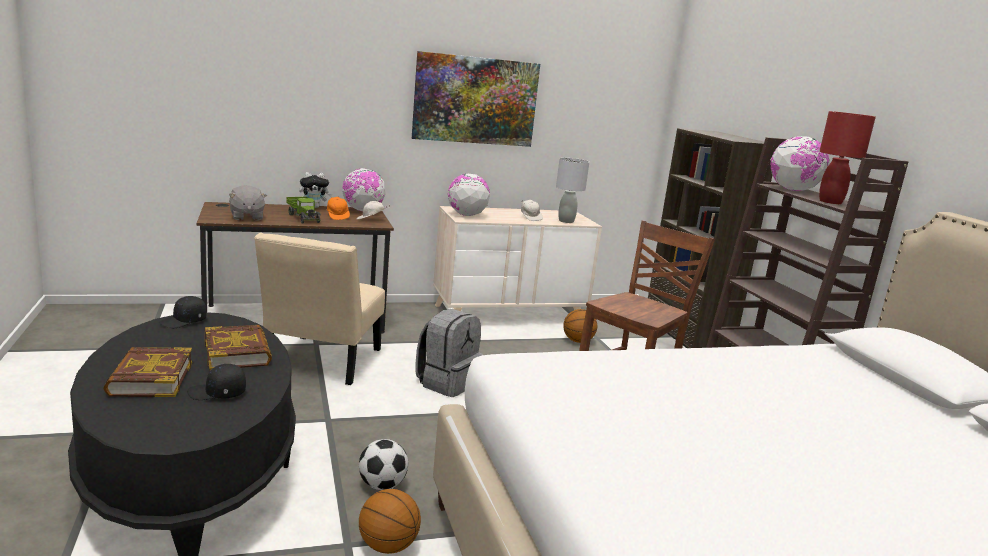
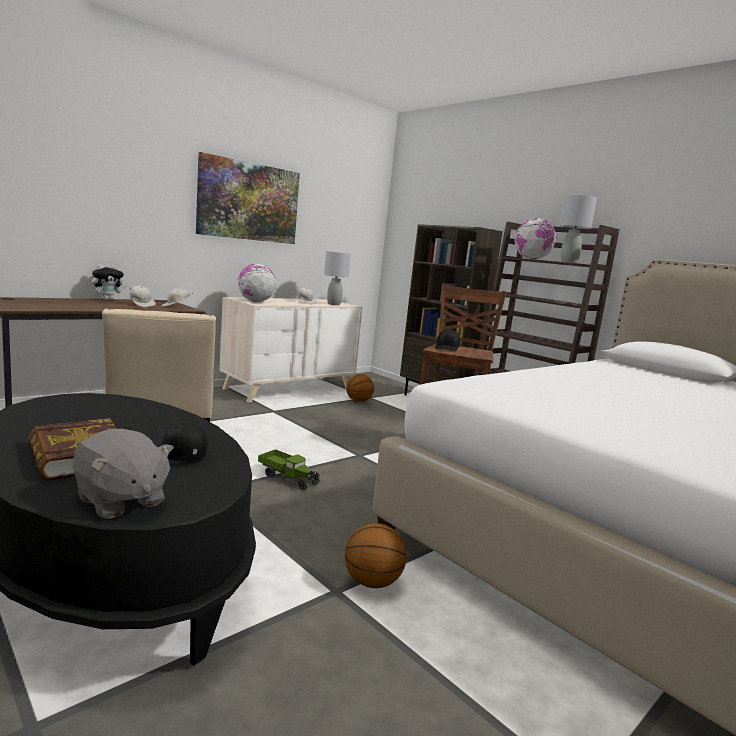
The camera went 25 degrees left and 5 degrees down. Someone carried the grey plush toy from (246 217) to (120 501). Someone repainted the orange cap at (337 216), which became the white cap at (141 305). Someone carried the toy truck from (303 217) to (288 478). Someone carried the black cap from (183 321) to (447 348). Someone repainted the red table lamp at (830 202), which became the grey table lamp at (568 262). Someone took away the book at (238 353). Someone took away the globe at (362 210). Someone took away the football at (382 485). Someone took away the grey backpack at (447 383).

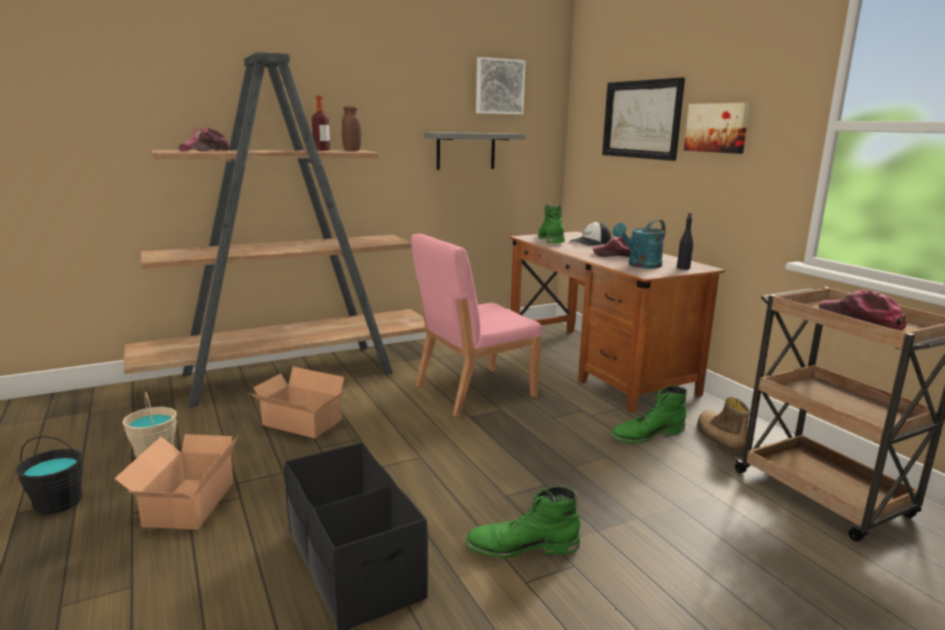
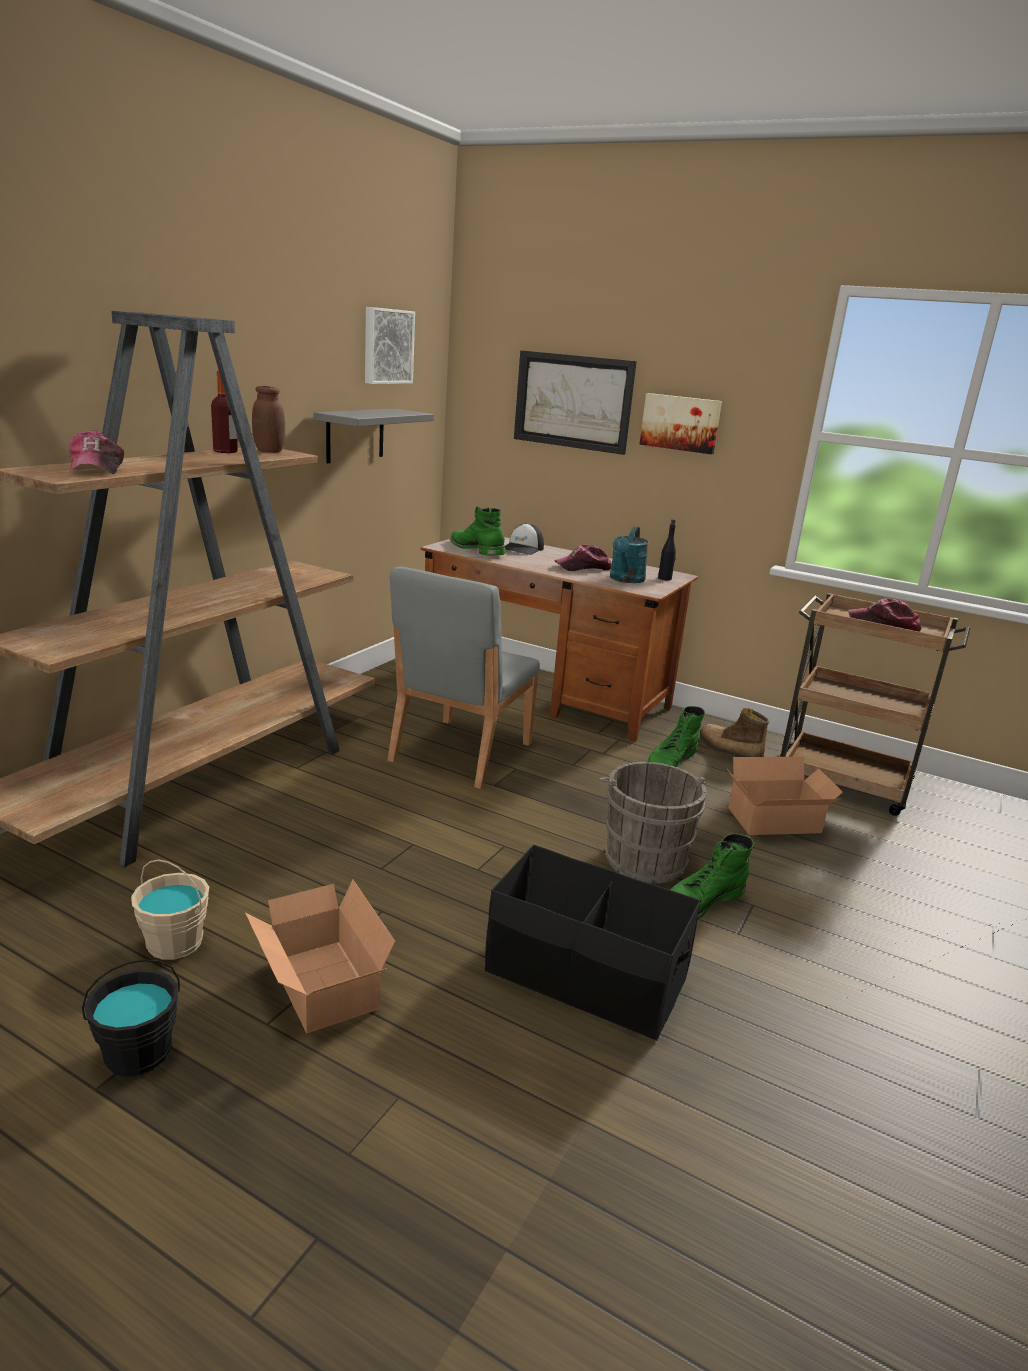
The camera went 35 degrees left and 5 degrees up. Someone repainted the pink chair at (473 391), which became the grey chair at (459 752). Someone put down the grey bucket at (643 857). Someone carried the cardboard box from (301 424) to (777 822).

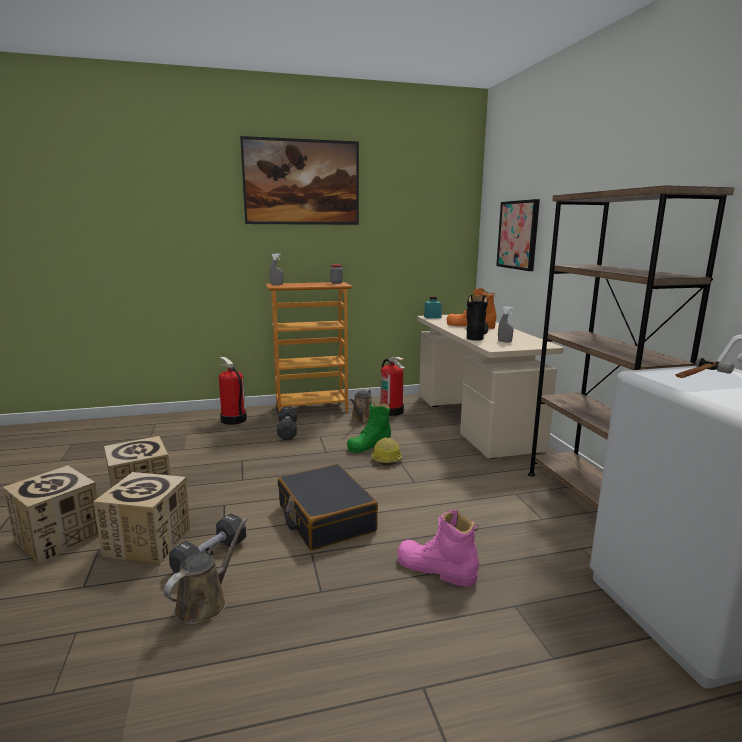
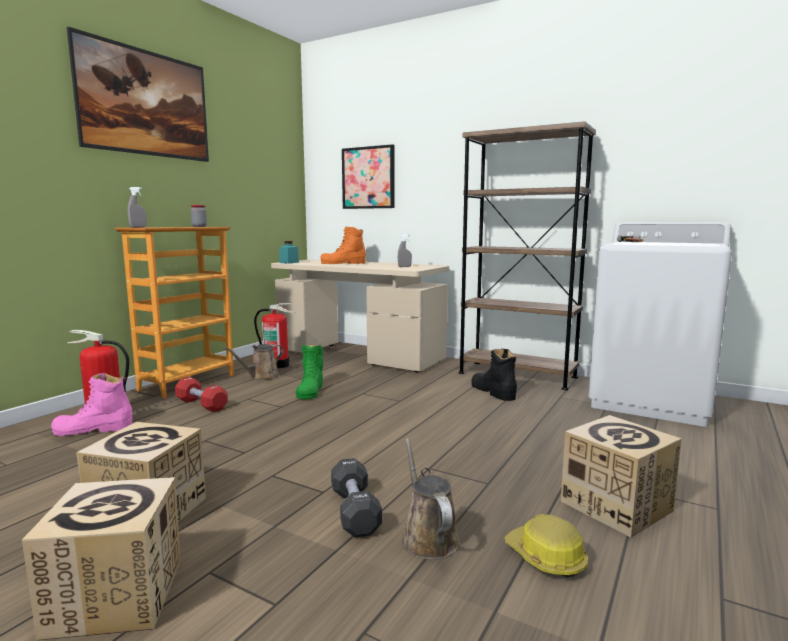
The camera went 45 degrees left and 5 degrees down. Someone carried the pink boot from (436 569) to (93 429). Someone repainted the black dumbbell at (287 431), which became the red dumbbell at (201 404). Someone rotated the brown watering can at (362 419) by 75 degrees clockwise. Someone carried the black boot from (476 335) to (493 392). Someone carried the hard hat from (386 458) to (546 558). Someone carried the cardboard box from (148 542) to (616 506). Someone took away the black suitcase at (325 518).

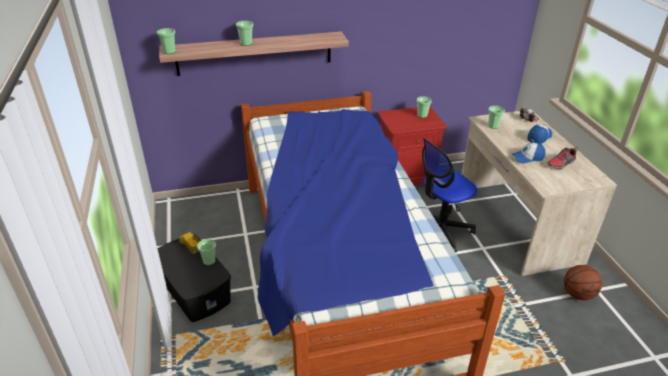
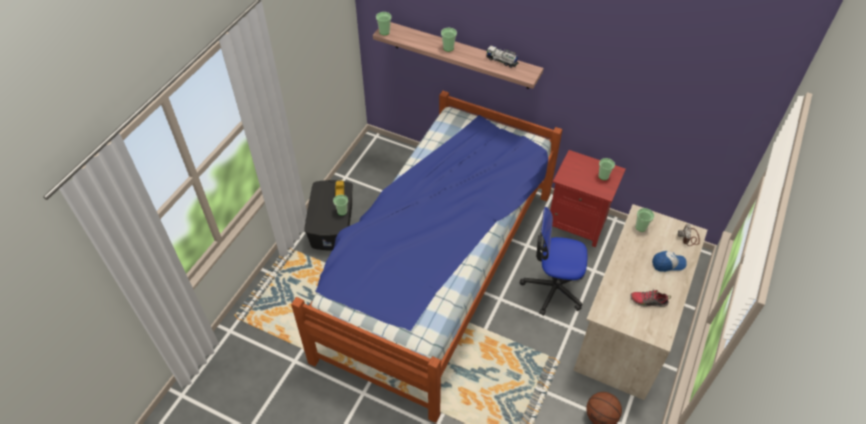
The camera went 40 degrees right and 15 degrees up. Someone put down the toy truck at (502 61). Someone took away the cap at (527 158).

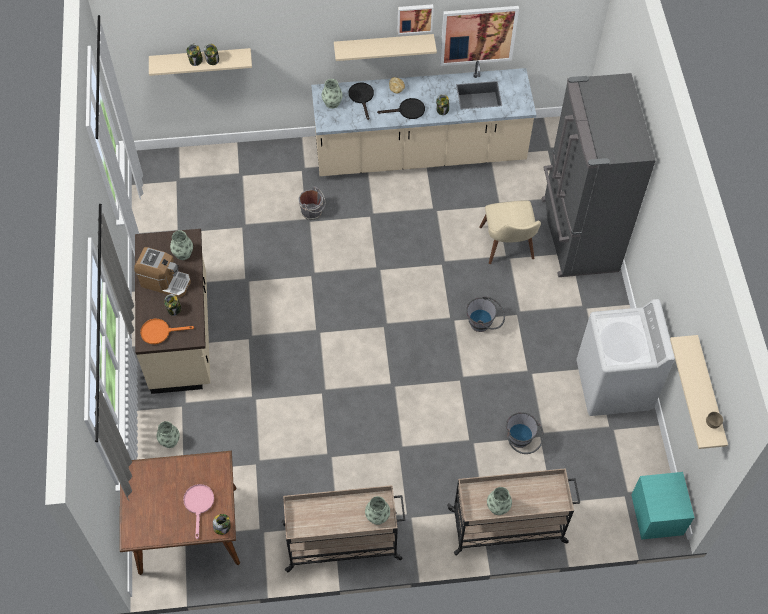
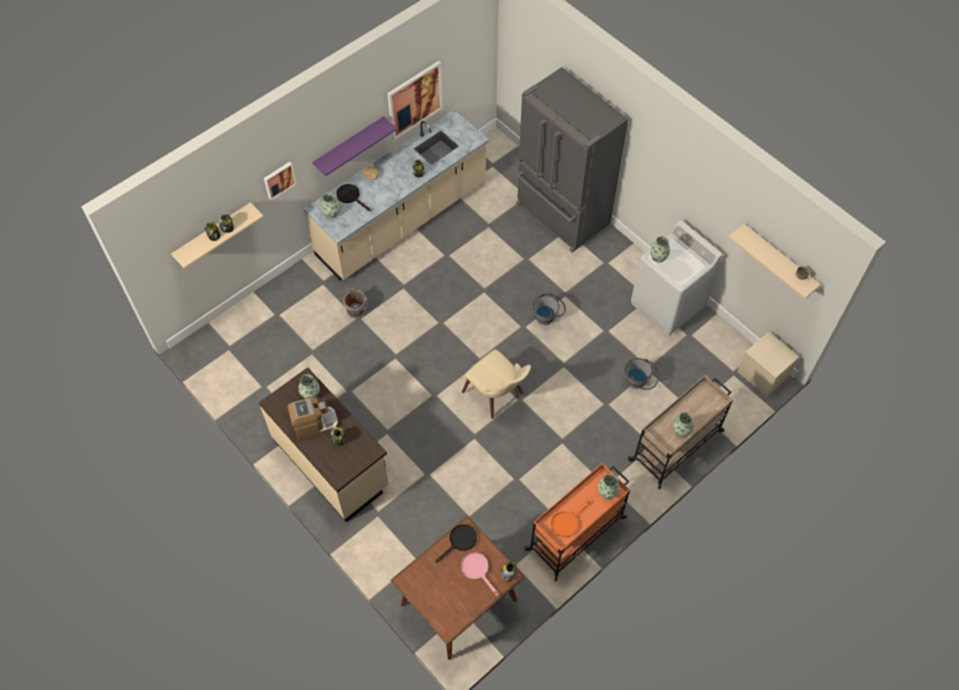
The camera went 35 degrees left and 0 degrees up. Someone carried the picture from (415 18) to (279 179). Someone repainted the beige shelf at (383 45), which became the purple shelf at (349 145). Someone carried the black frying pan from (408 110) to (460 541). Someone carried the beige chair from (509 249) to (498 396). Someone repainted the beige cart at (343 542), which became the orange cart at (577 533). Someone carried the orange frying pan from (160 332) to (567 522). Someone carried the vase from (170 441) to (658 257). Someone repainted the turquoise nightstand at (656 515), which became the beige nightstand at (763 374).

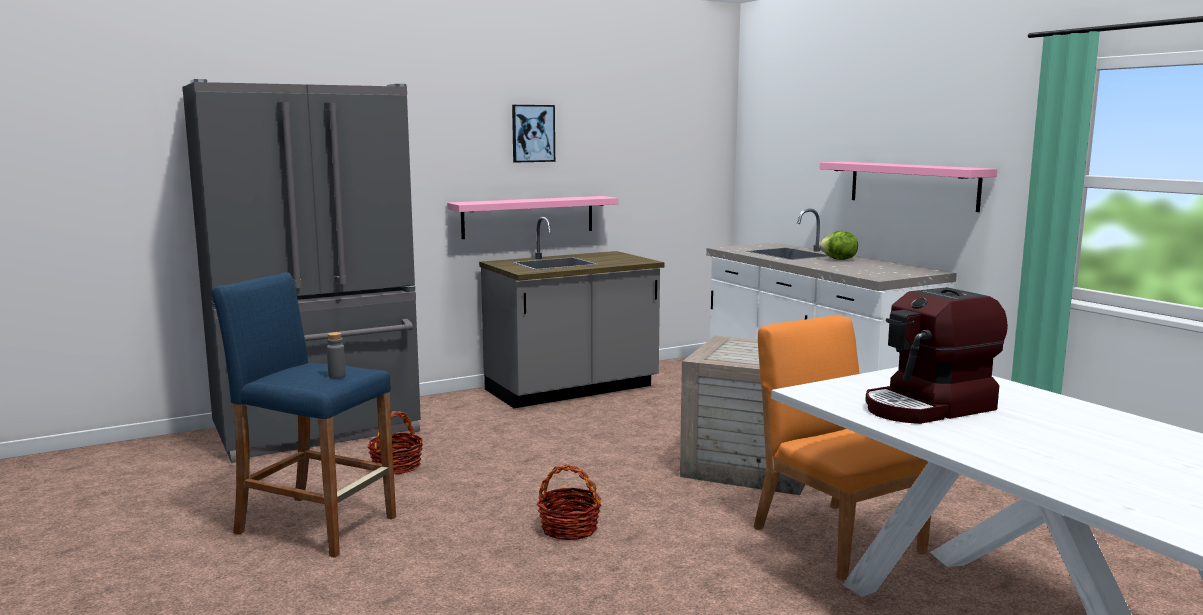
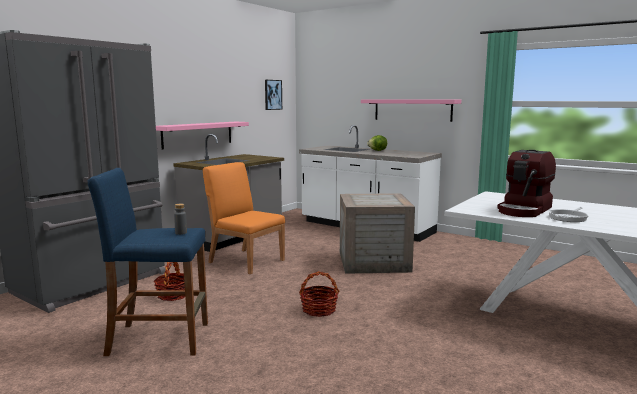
The camera went 25 degrees left and 0 degrees up. Someone carried the orange chair from (836 538) to (246 261). Someone carried the picture from (533 133) to (272 94). Someone put down the frying pan at (568 217).

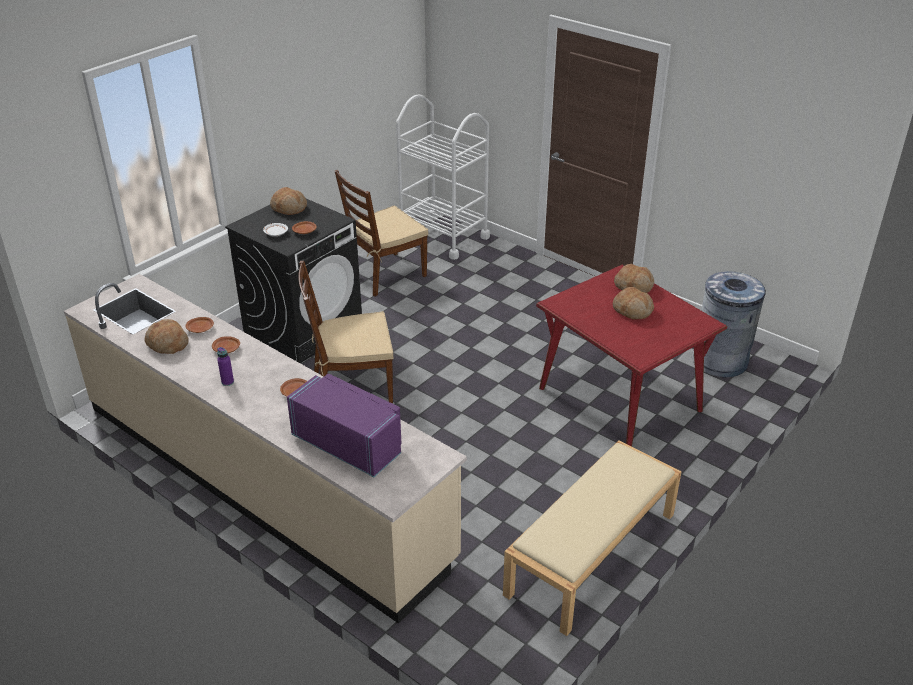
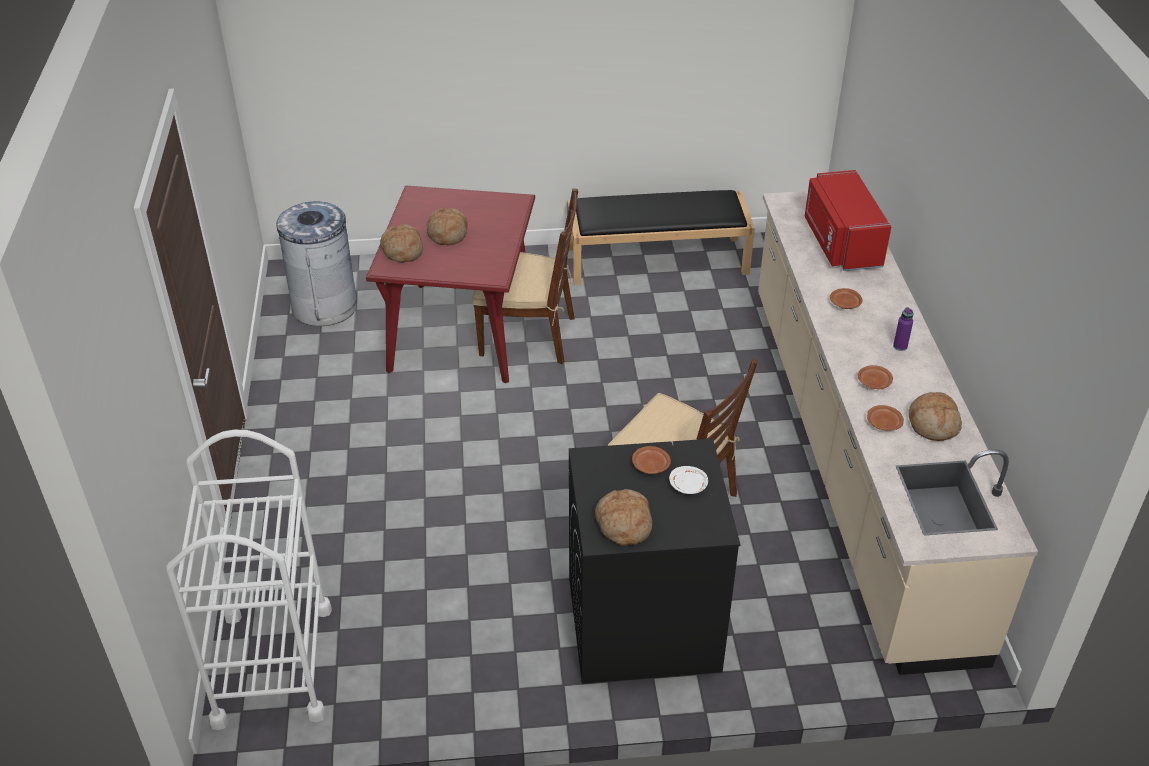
The camera went 135 degrees left and 5 degrees up. Someone carried the brown chair from (384 274) to (528 336). Someone repainted the beige bench at (591 554), which became the black bench at (658 260). Someone repainted the purple microwave at (349 443), which became the red microwave at (840 243).

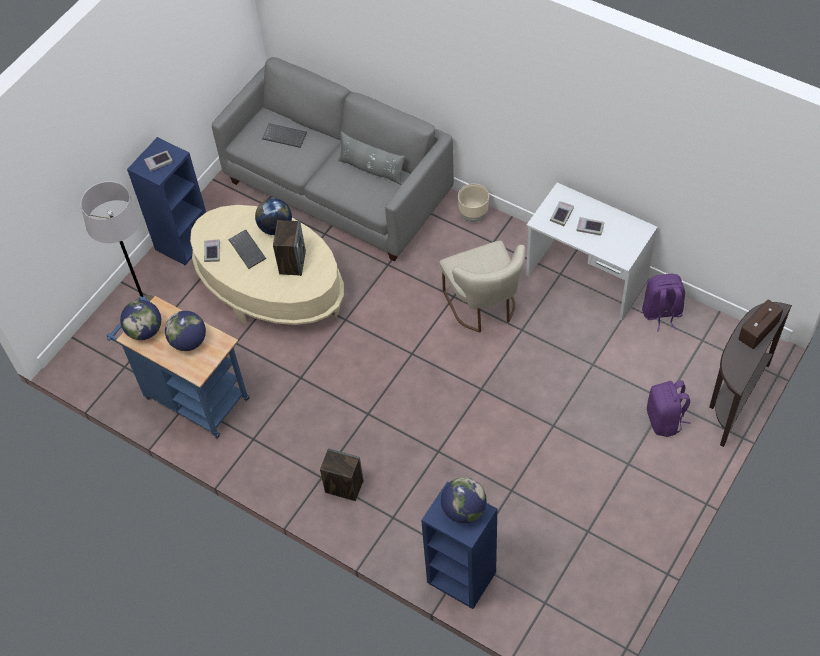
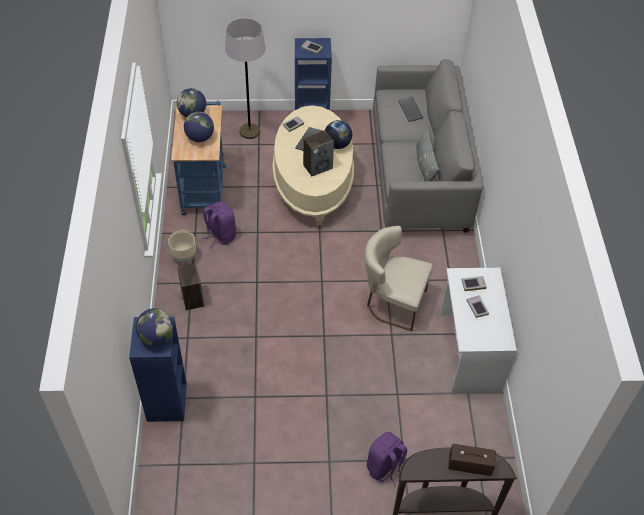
The camera went 50 degrees right and 5 degrees down. Someone carried the beige planter from (474 215) to (184 257). Someone carried the purple backpack from (661 313) to (220 235). Someone rotated the beige chair at (484 307) by 75 degrees clockwise.

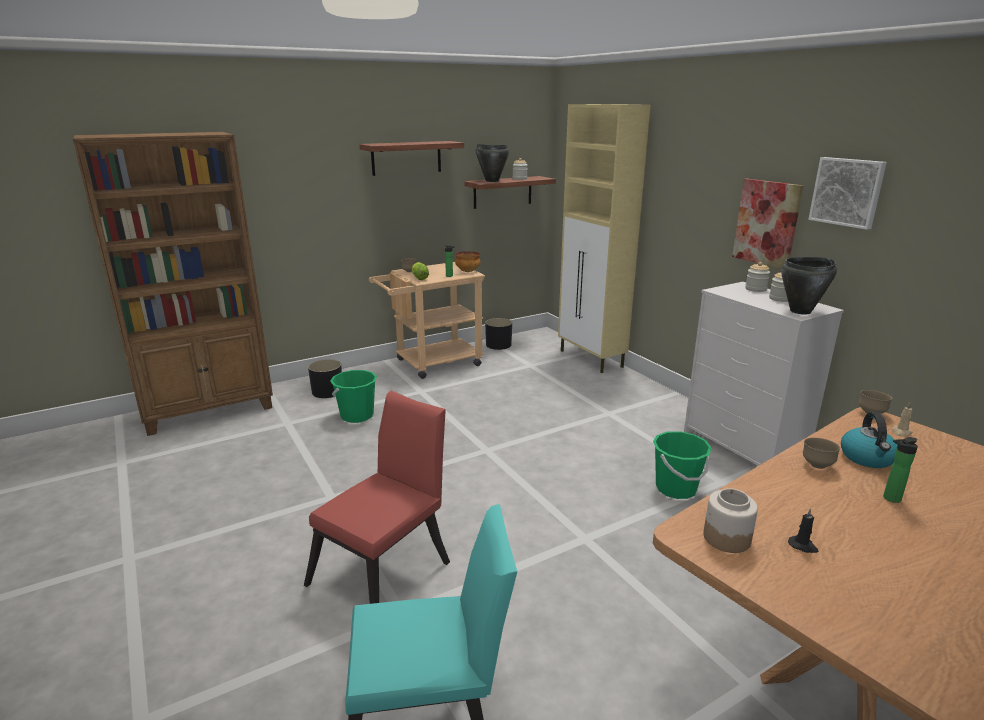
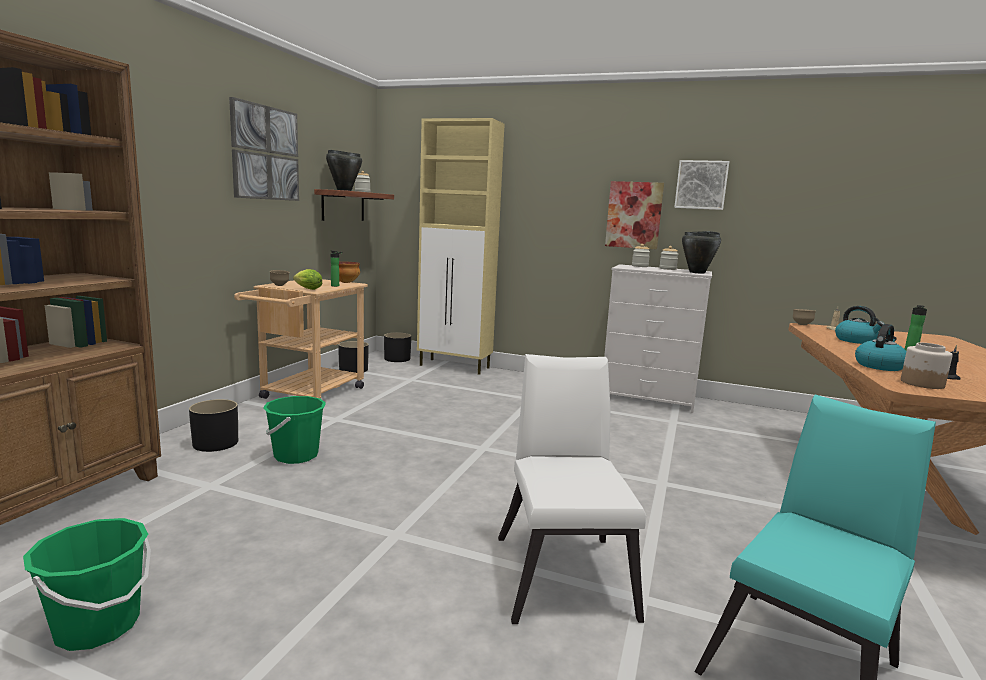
The camera went 40 degrees left and 10 degrees down. Someone carried the green bucket from (676 488) to (97 626). Someone swapped the shelf at (406 158) for the picture at (265 153). Someone put down the black planter at (397 359). Someone repainted the red chair at (387 569), which became the white chair at (564 569). Someone put down the kettle at (879 366). Someone took away the brown bowl at (817 465).

